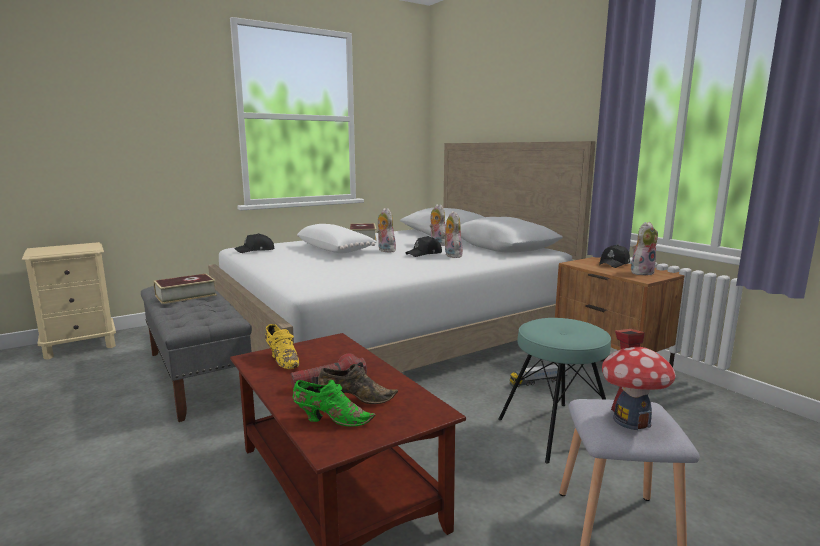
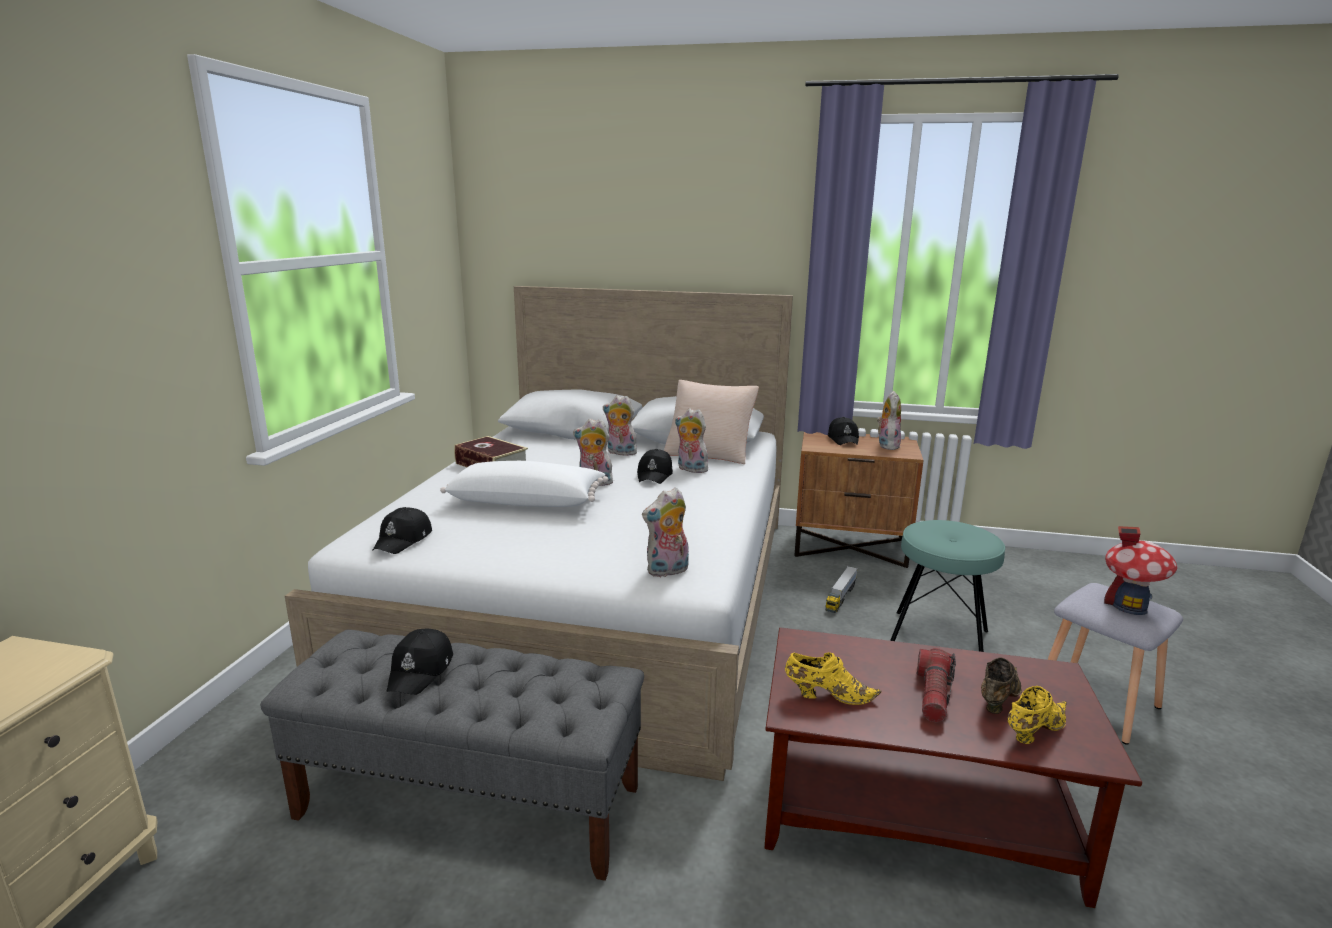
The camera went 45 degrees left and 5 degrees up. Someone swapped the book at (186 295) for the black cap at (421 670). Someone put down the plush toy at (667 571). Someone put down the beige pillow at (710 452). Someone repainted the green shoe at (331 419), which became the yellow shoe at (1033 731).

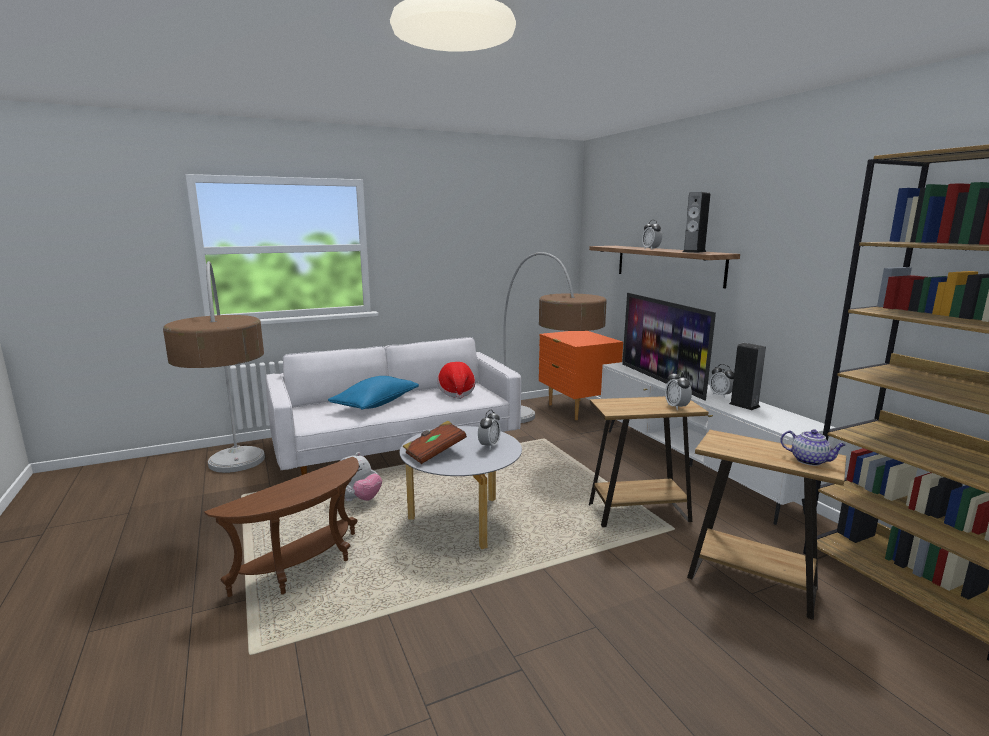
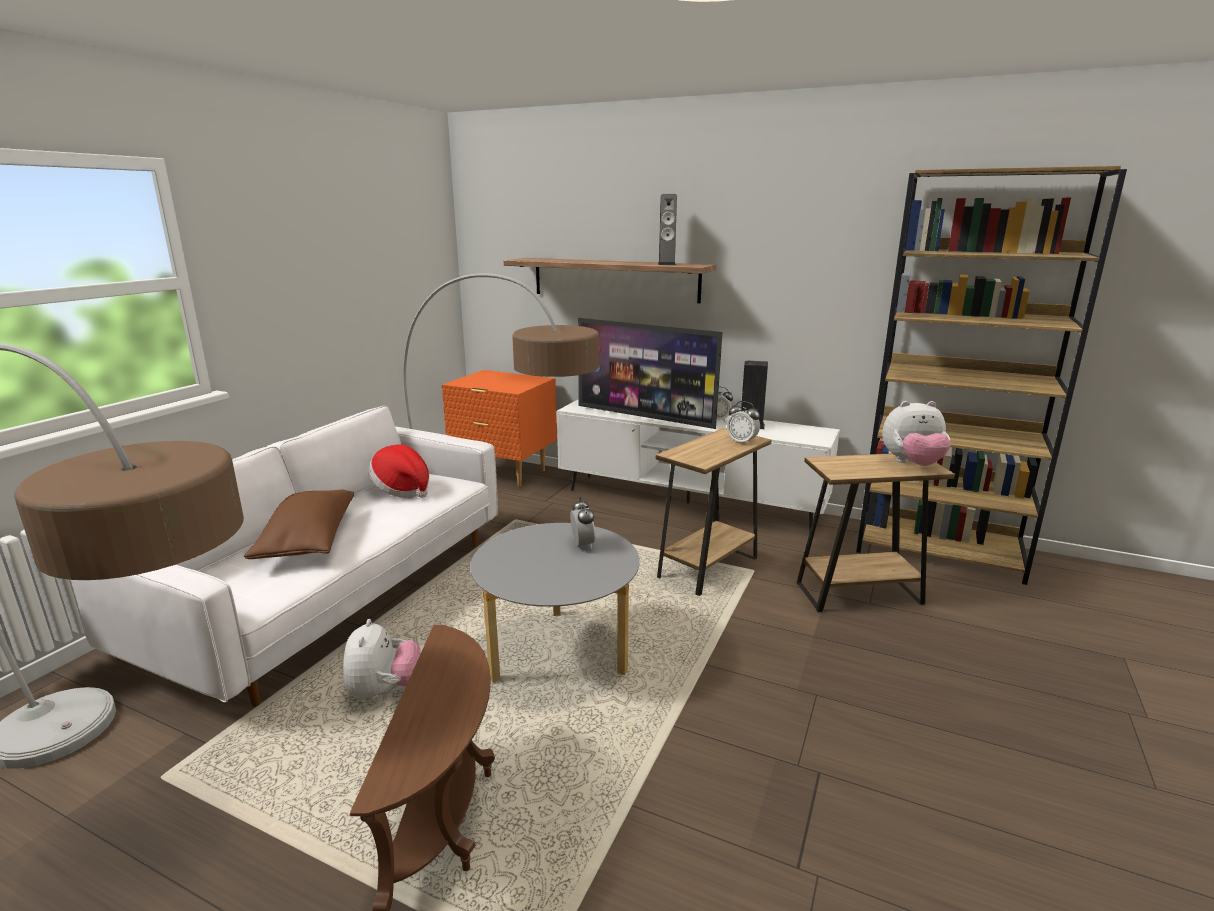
The camera went 40 degrees left and 5 degrees up. Someone repainted the blue pillow at (376 404), which became the brown pillow at (307 540). Someone swapped the teapot at (810 461) for the plush toy at (912 464). Someone took away the brown book at (434 453). Someone took away the alarm clock at (651 249).

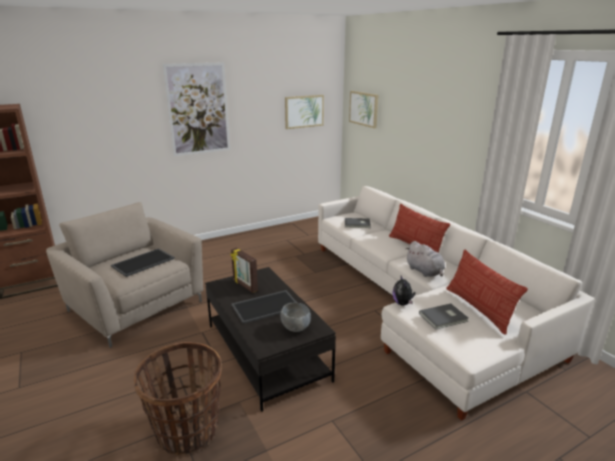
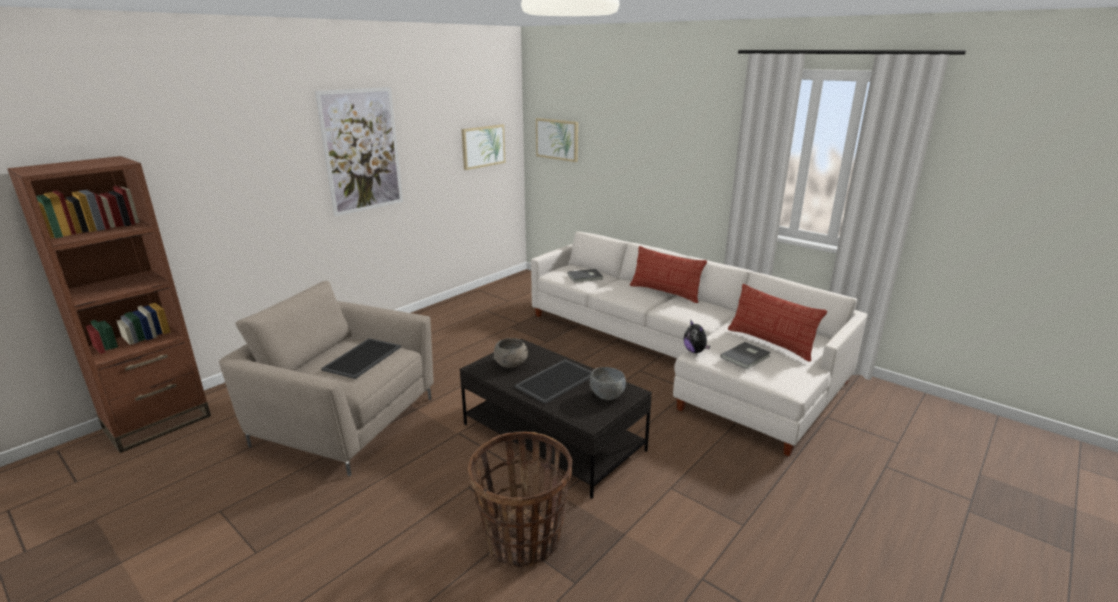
The camera went 20 degrees left and 0 degrees up. Someone swapped the picture frame at (244 286) for the grey bowl at (511 363). Someone took away the grey plush toy at (425 272).

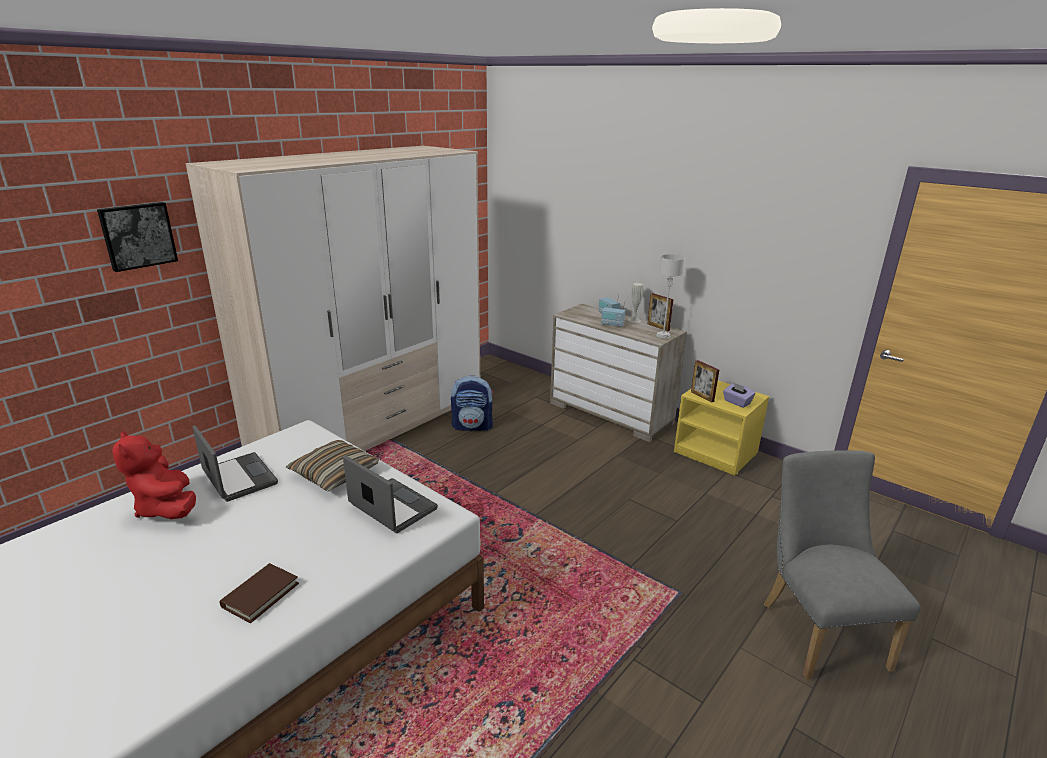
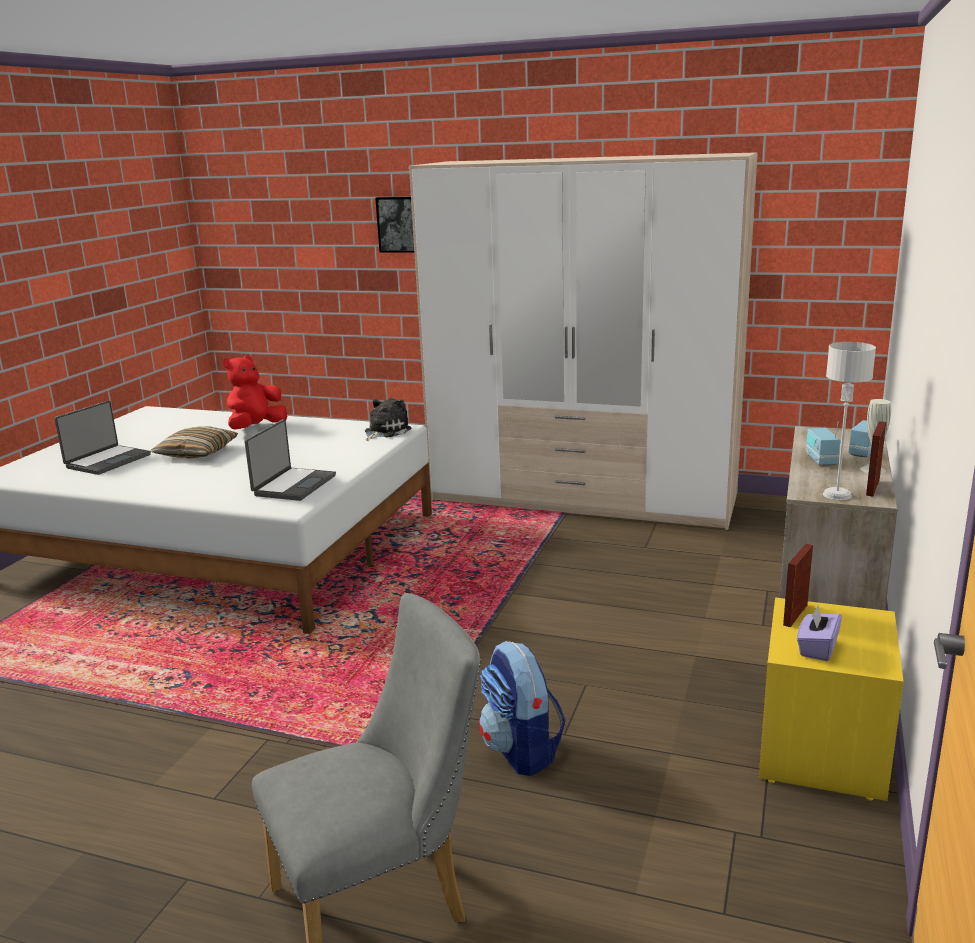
The camera went 70 degrees right and 5 degrees down. Someone carried the laptop from (238 478) to (107 461). Someone carried the pillow from (334 473) to (197 452). Someone put down the plush toy at (385 431). Someone carried the backpack from (473 426) to (521 751). Someone took away the brown book at (260 595).

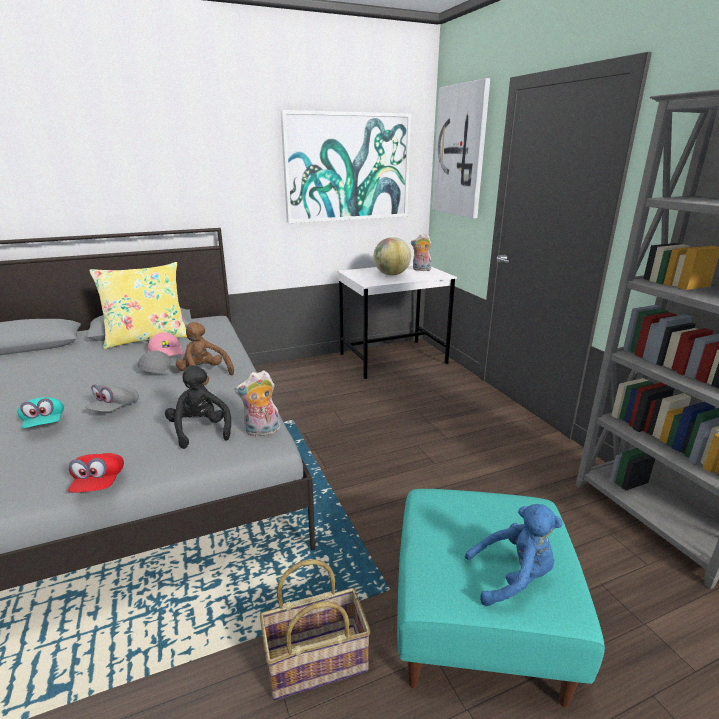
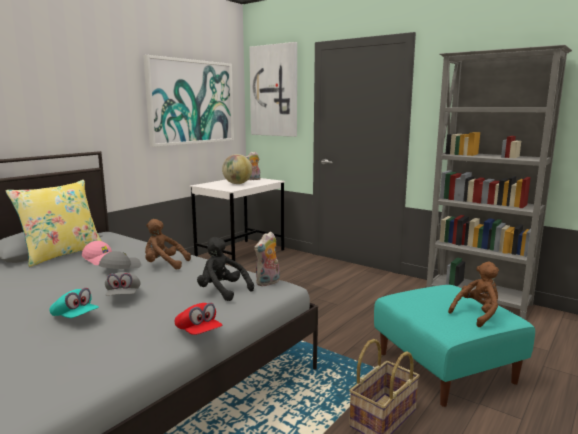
The camera went 30 degrees left and 10 degrees down. Someone repainted the blue plush toy at (513 578), which became the brown plush toy at (477 314).

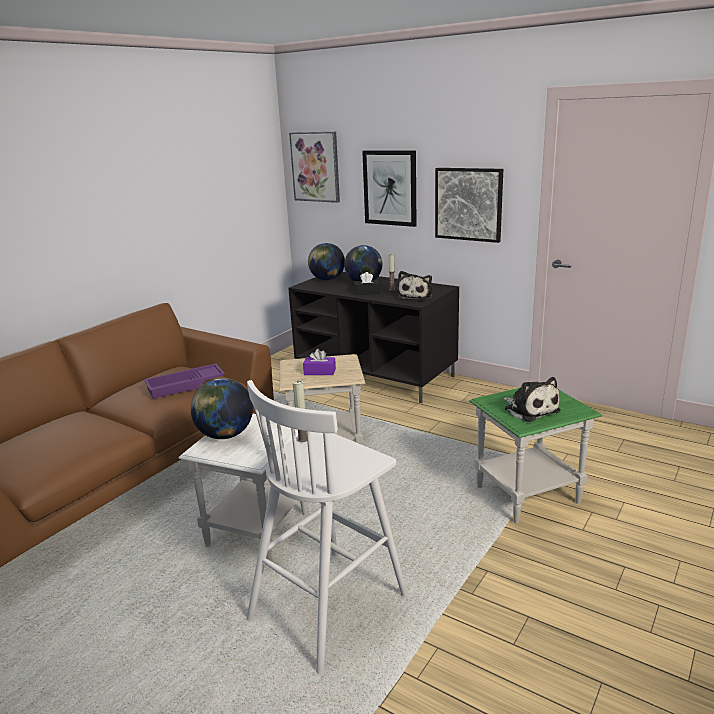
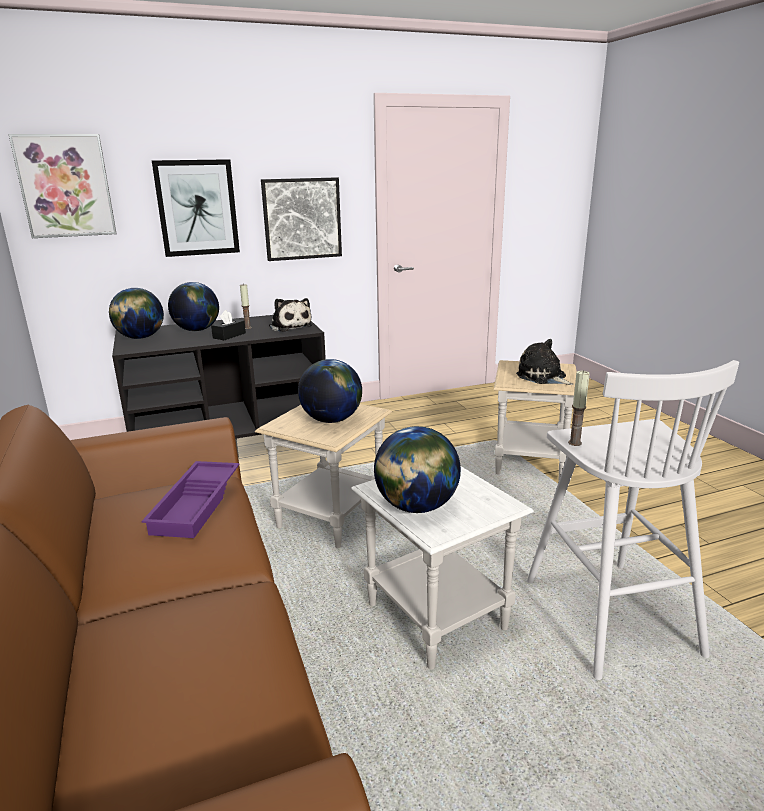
The camera went 55 degrees left and 0 degrees up. Someone swapped the purple tissue box at (319 372) for the globe at (331 420). Someone repainted the green side table at (528 494), which became the beige side table at (529 461). Someone rotated the plush toy at (530 409) by 135 degrees counterclockwise.

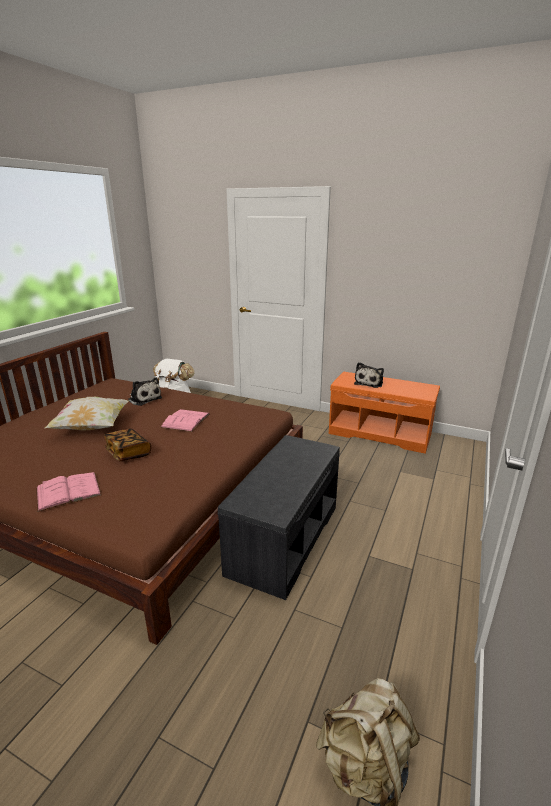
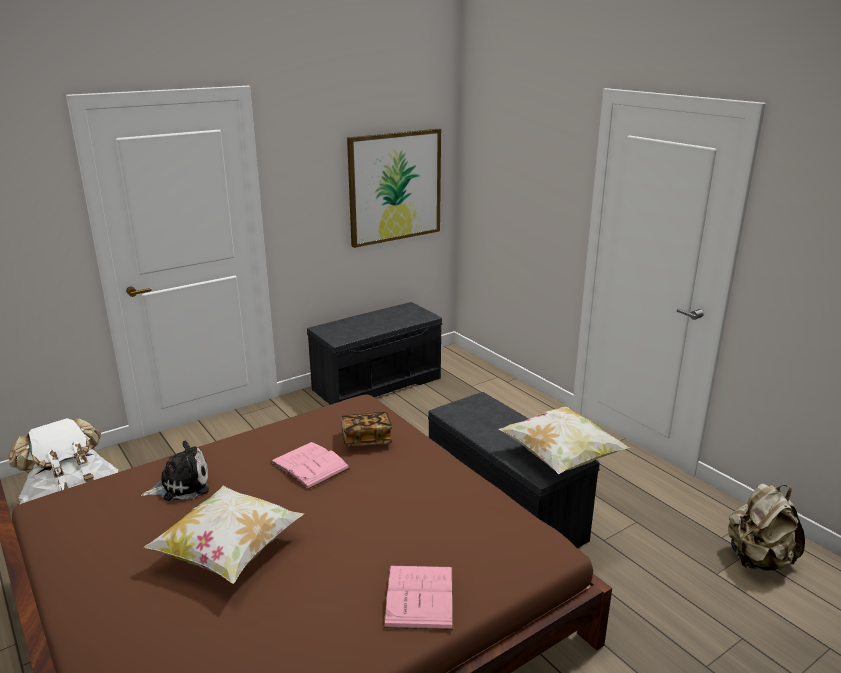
The camera went 60 degrees left and 0 degrees up. Someone repainted the orange bench at (380 433), which became the grey bench at (377 383). Someone carried the book from (128 453) to (366 439). Someone put up the picture at (395 187). Someone put down the pillow at (561 458). Someone took away the plush toy at (369 383).

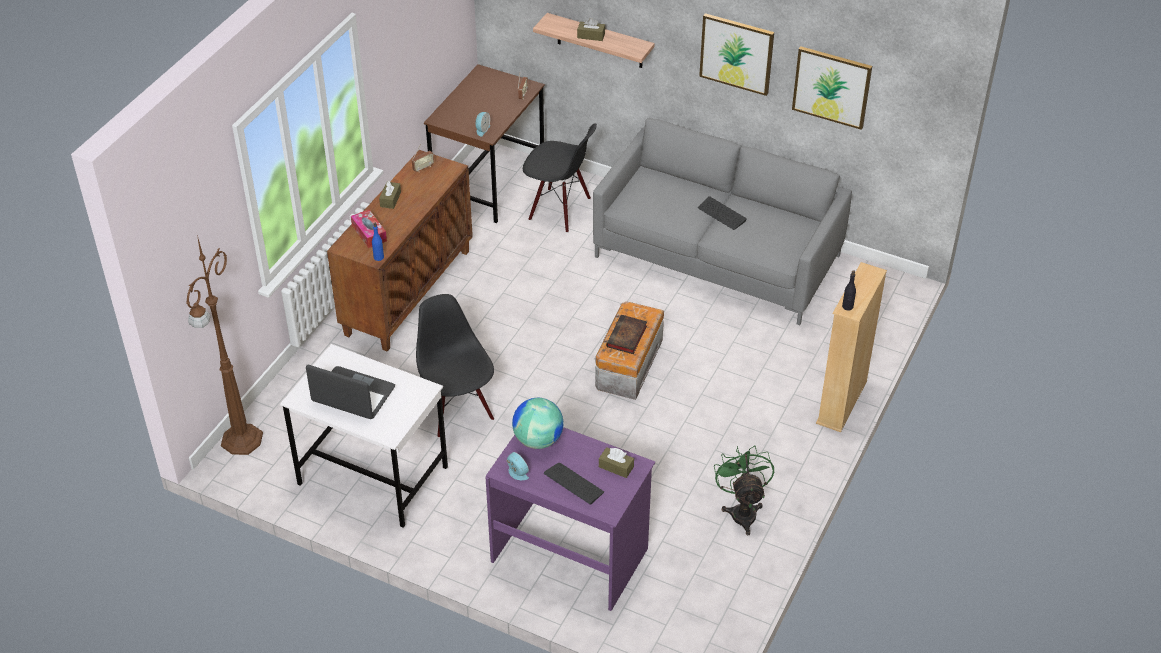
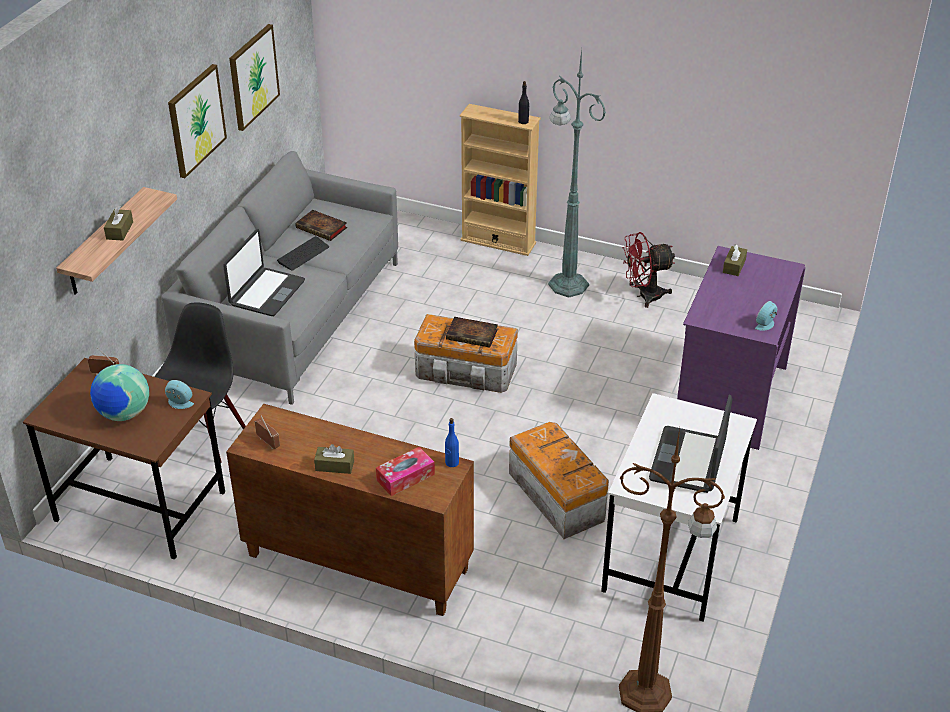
The camera went 95 degrees left and 5 degrees down. Someone carried the globe from (538 440) to (124 414). Someone put down the laptop at (266 293). Someone put down the book at (322 228). Someone swapped the black chair at (457 411) for the storage box at (557 495). Someone put down the green floor lamp at (567 284). Someone repainted the green fan at (742 510), which became the red fan at (644 296). Someone took away the keyboard at (574 484).

